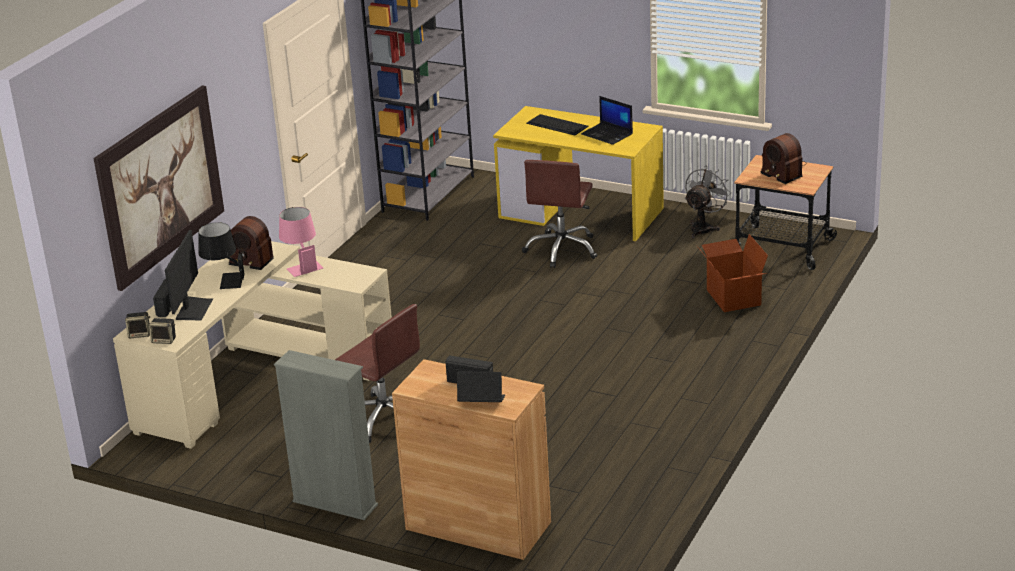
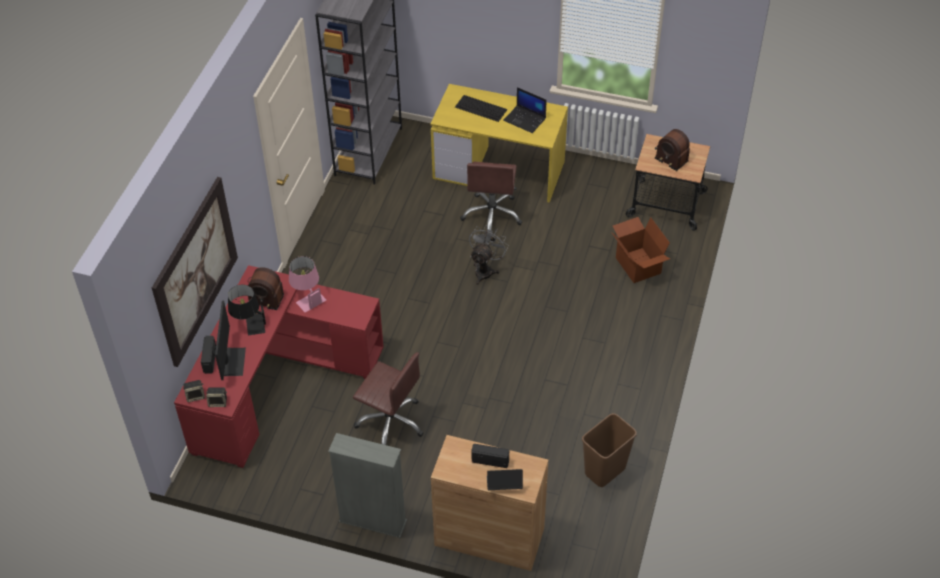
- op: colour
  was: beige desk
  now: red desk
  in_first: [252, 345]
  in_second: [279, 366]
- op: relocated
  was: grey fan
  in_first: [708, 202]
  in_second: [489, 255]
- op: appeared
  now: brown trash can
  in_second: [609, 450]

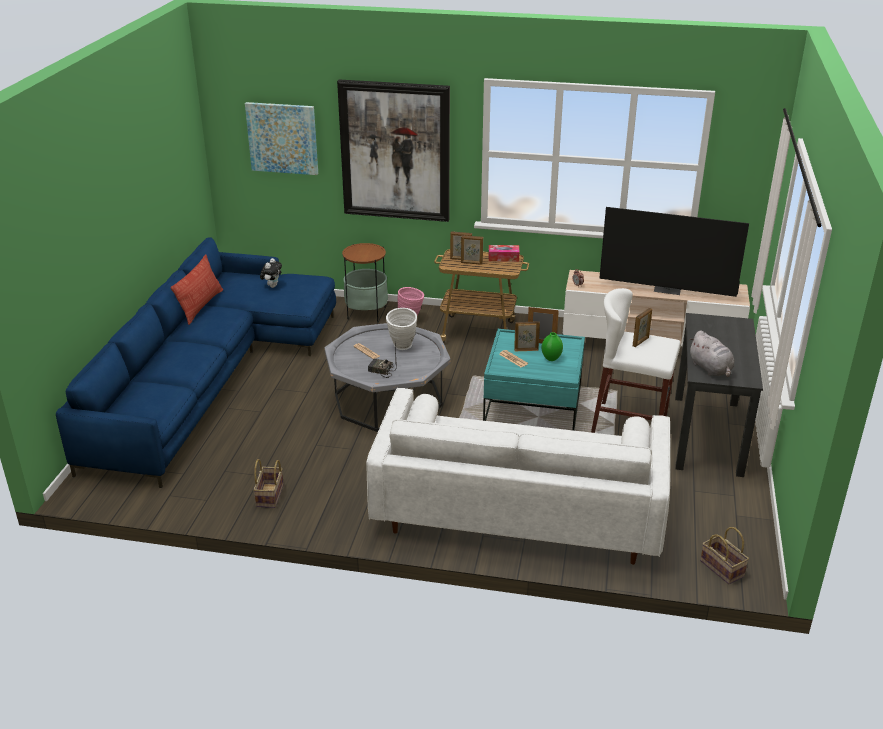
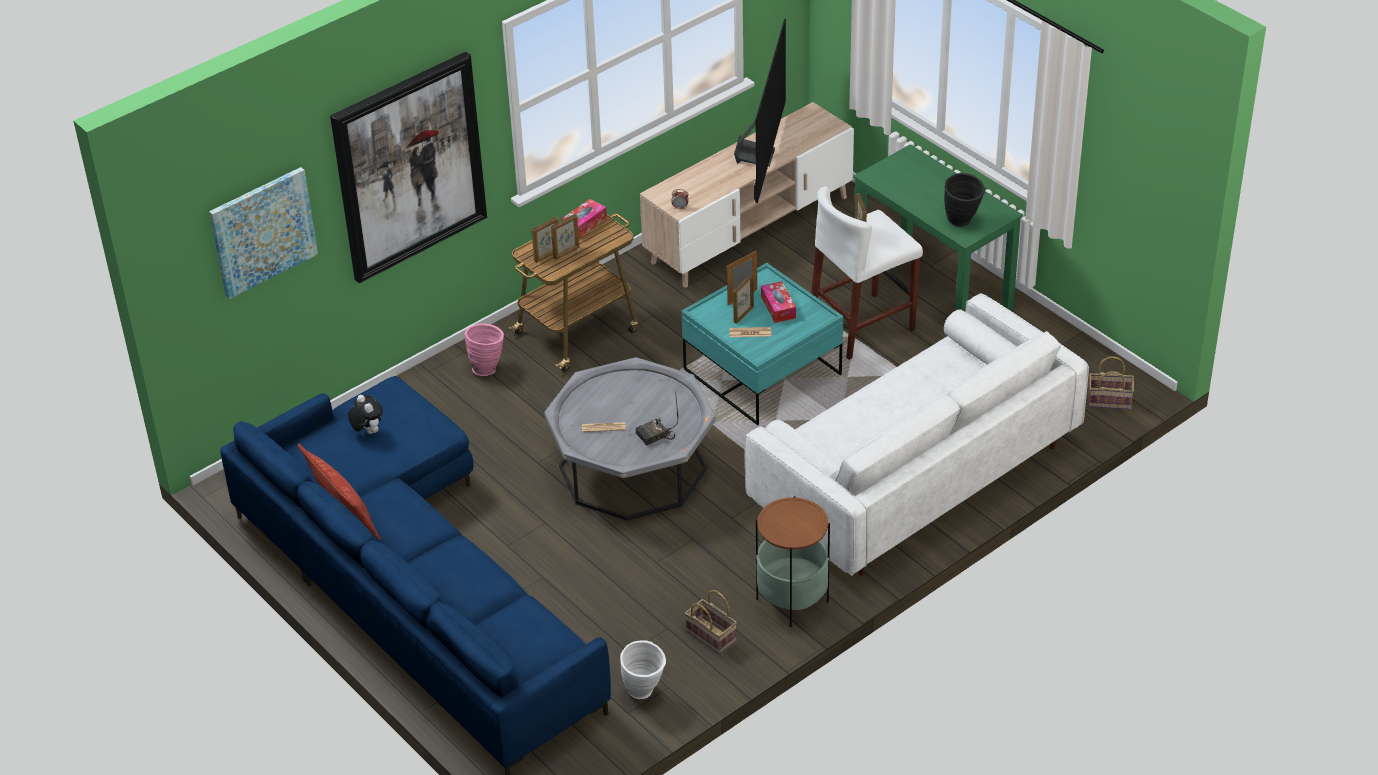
- op: relocated
  was: side table
  in_first: [365, 282]
  in_second: [793, 561]
- op: relocated
  was: white vase
  in_first: [401, 329]
  in_second: [643, 669]
- op: exchanged
  was: green vase
  now: tissue box
  in_first: [552, 346]
  in_second: [778, 302]
- op: spun
  was: television
  in_first: [674, 252]
  in_second: [760, 111]
  clockwise: -45
- op: colour
  was: black desk
  now: green desk
  in_first: [719, 395]
  in_second: [938, 227]
- op: exchanged
  was: grey plush toy
  now: black vase
  in_first: [711, 354]
  in_second: [964, 200]

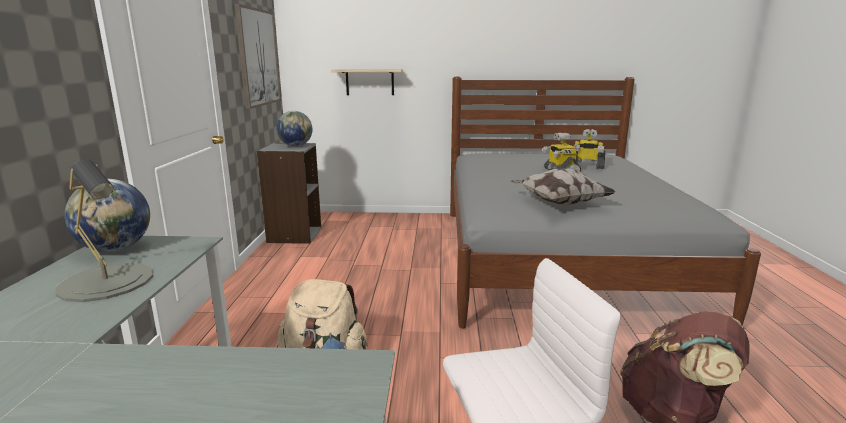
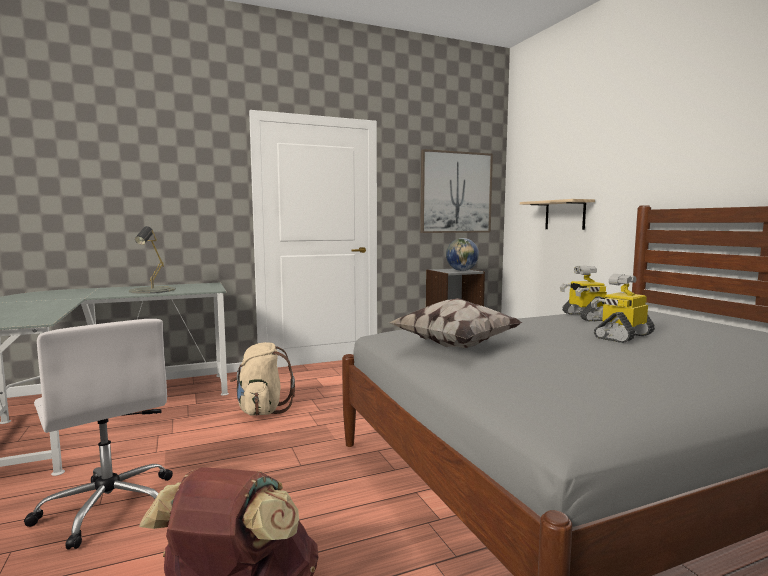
- op: missing
  was: globe
  in_first: [107, 215]
- op: relocated
  was: toy robot
  in_first: [589, 149]
  in_second: [583, 294]

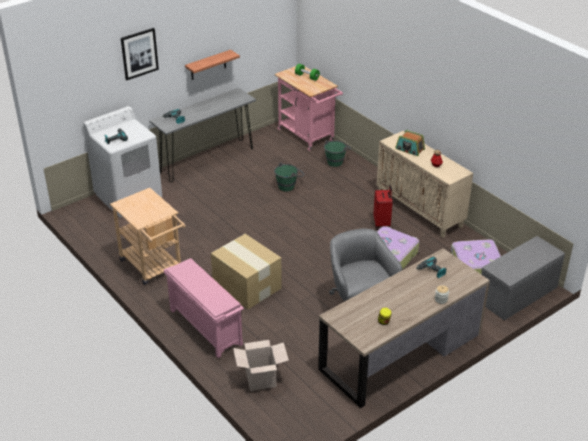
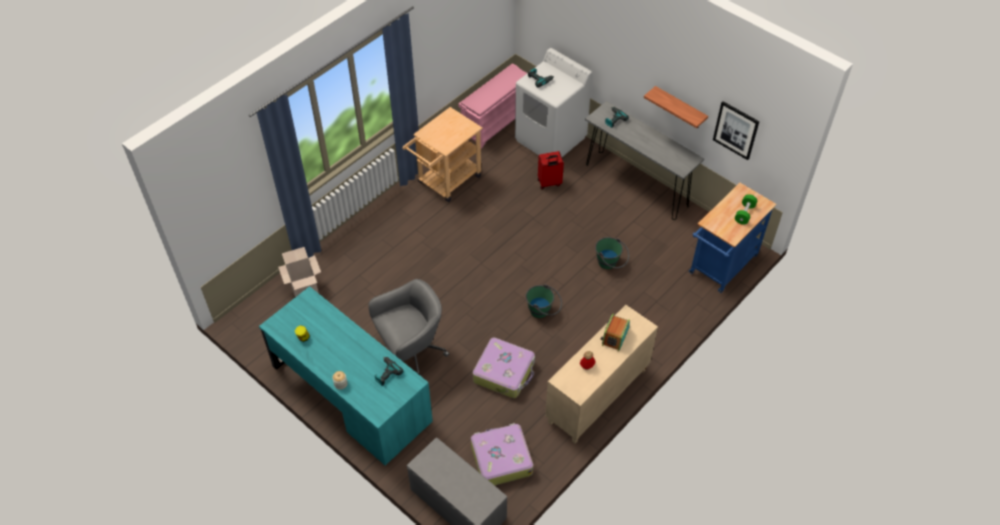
- op: relocated
  was: picture
  in_first: [140, 54]
  in_second: [736, 130]
- op: relocated
  was: pink shoe rack
  in_first: [204, 308]
  in_second: [492, 105]
- op: missing
  was: cardboard box
  in_first: [246, 271]
- op: colour
  was: pink cart
  now: blue cart
  in_first: [308, 108]
  in_second: [732, 238]
- op: colour
  was: brown desk
  now: turquoise desk
  in_first: [404, 328]
  in_second: [346, 376]
- op: relocated
  was: green bucket
  in_first: [337, 153]
  in_second: [543, 301]
- op: relocated
  was: red suitcase
  in_first: [383, 207]
  in_second: [551, 170]

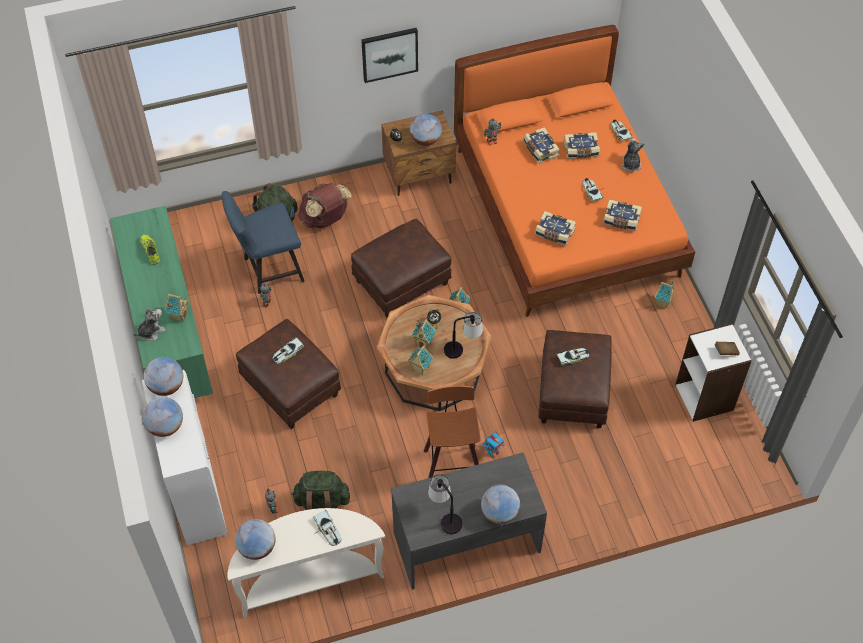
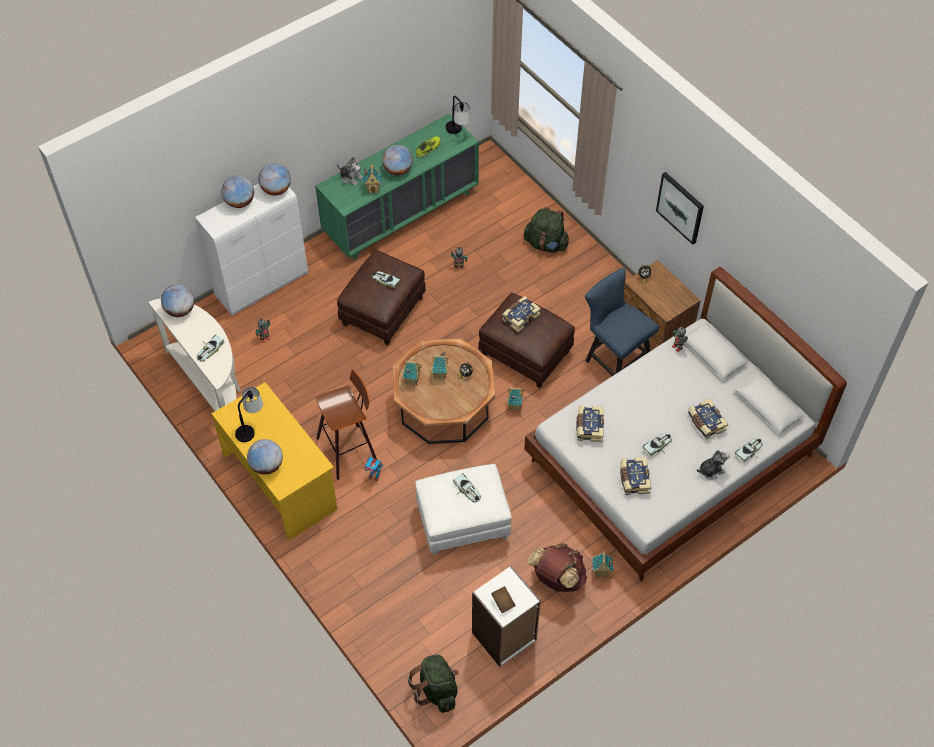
- op: relocated
  was: blue chair
  in_first: [263, 242]
  in_second: [622, 321]
- op: relocated
  was: green backpack
  in_first: [320, 490]
  in_second: [433, 683]
- op: relocated
  was: brown backpack
  in_first: [325, 205]
  in_second: [557, 567]
- op: colour
  was: grey desk
  now: yellow desk
  in_first: [469, 521]
  in_second: [275, 461]
- op: relocated
  was: globe
  in_first: [426, 129]
  in_second: [397, 160]
- op: relocated
  was: table lamp
  in_first: [463, 335]
  in_second: [458, 115]
- op: colour
  was: orange bed
  now: white bed
  in_first: [574, 171]
  in_second: [685, 424]
- op: relocated
  was: book
  in_first: [541, 145]
  in_second: [521, 314]
- op: colour
  was: brown ottoman
  now: white ottoman
  in_first: [575, 379]
  in_second: [463, 509]

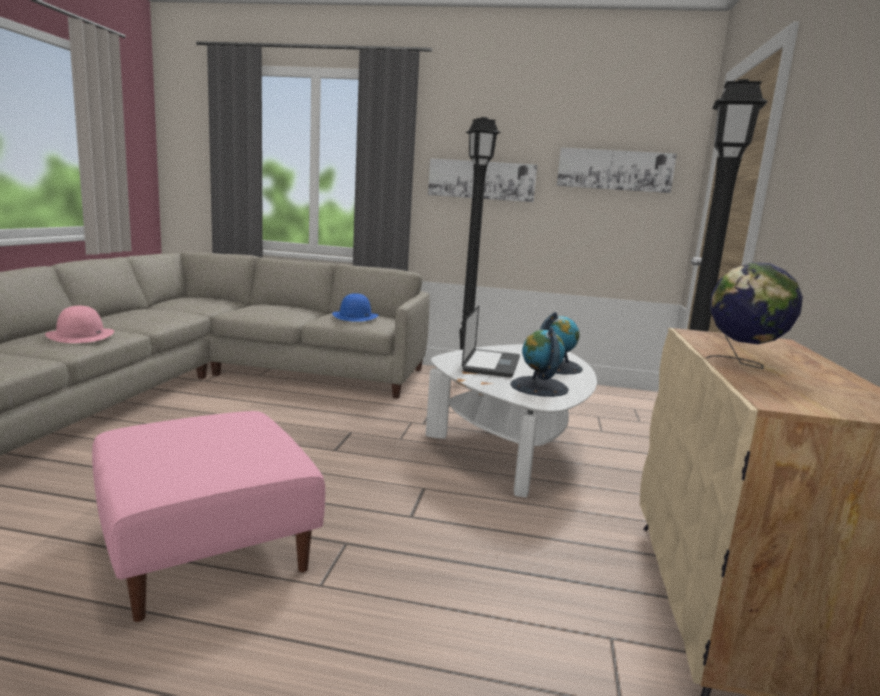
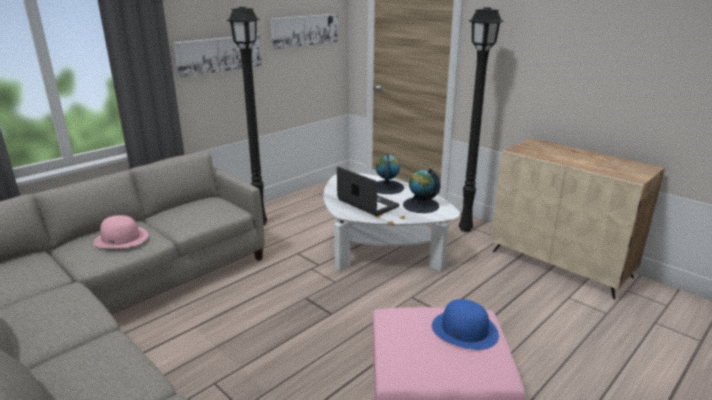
- op: relocated
  was: pink hat
  in_first: [79, 324]
  in_second: [120, 231]
- op: relocated
  was: blue hat
  in_first: [355, 307]
  in_second: [465, 324]
- op: missing
  was: globe
  in_first: [754, 315]

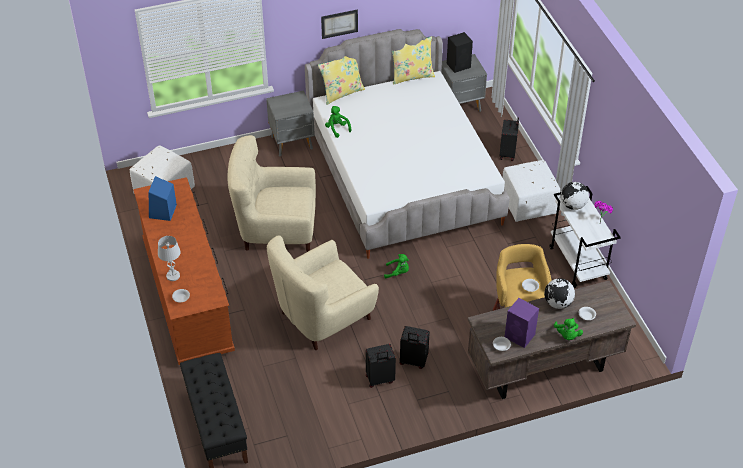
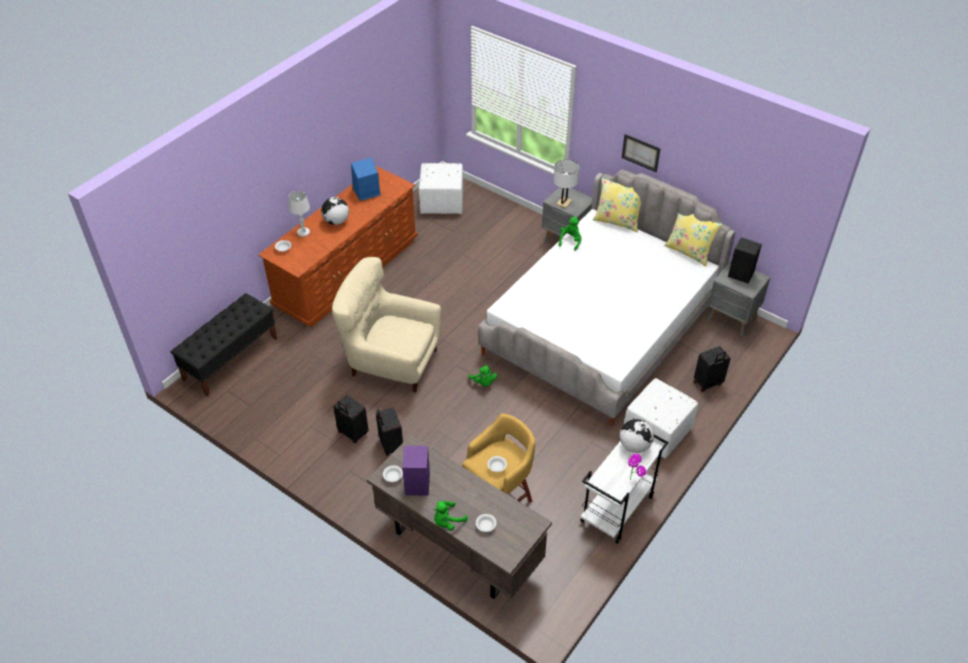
- op: missing
  was: beige armchair
  in_first: [271, 193]
- op: relocated
  was: globe
  in_first: [559, 293]
  in_second: [335, 211]
- op: appeared
  now: white table lamp
  in_second: [566, 184]

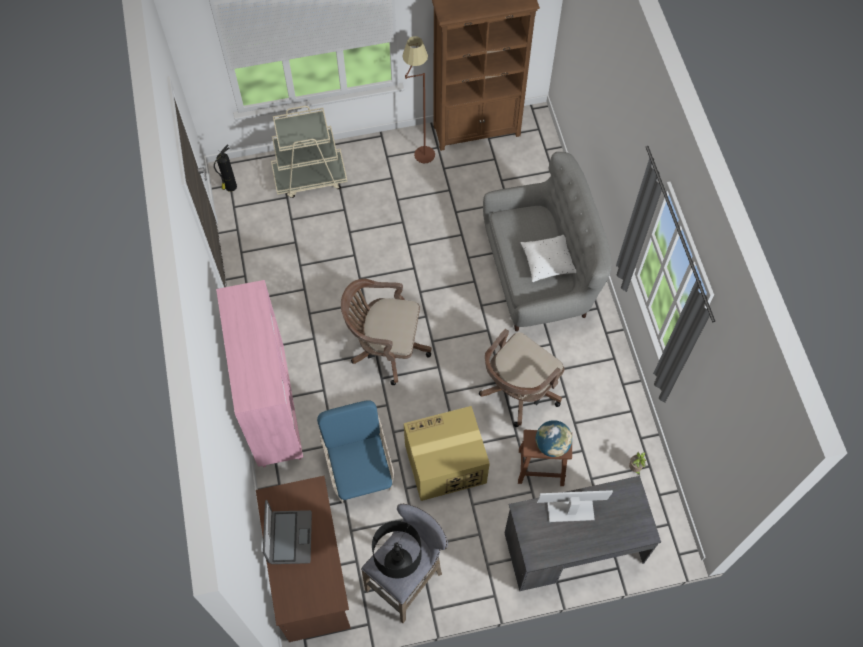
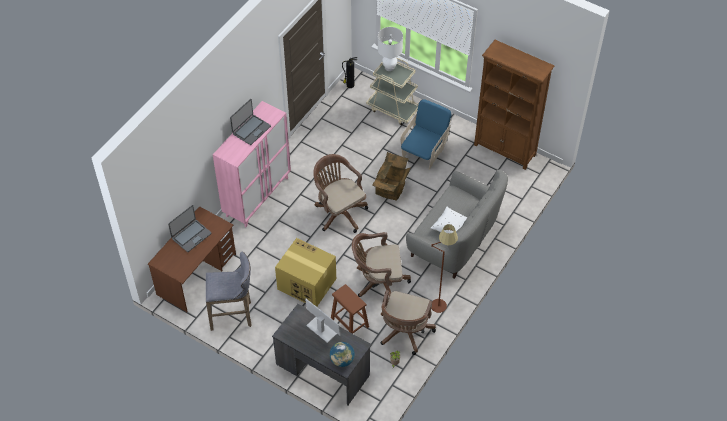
- op: relocated
  was: blue armchair
  in_first: [355, 451]
  in_second: [425, 134]
- op: missing
  was: black table lamp
  in_first: [397, 550]
- op: relocated
  was: brown floor lamp
  in_first: [418, 99]
  in_second: [444, 268]
- op: relocated
  was: globe
  in_first: [554, 438]
  in_second: [342, 354]
- op: appeared
  now: laptop
  in_second: [250, 122]
- op: appeared
  now: cardboard box
  in_second: [391, 176]
- op: appeared
  now: white table lamp
  in_second: [390, 49]
- op: appeared
  now: brown office chair
  in_second: [408, 322]

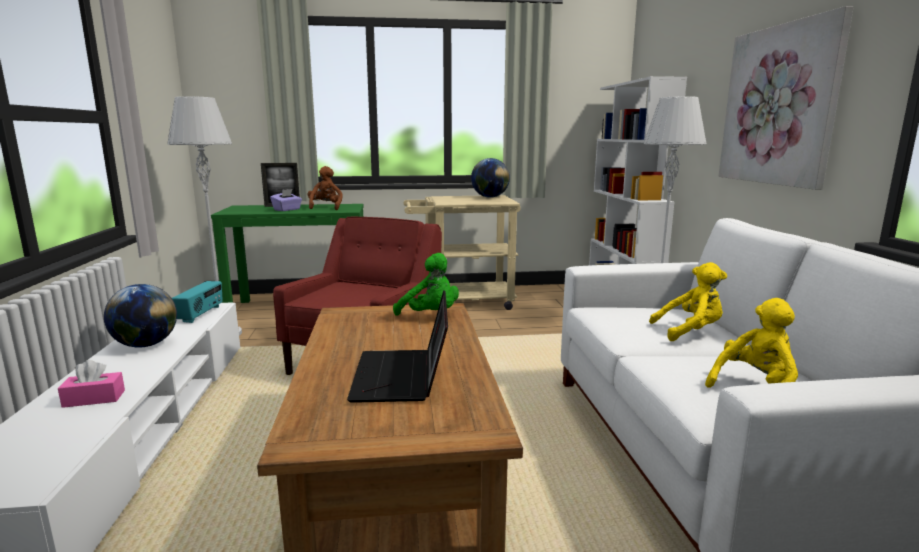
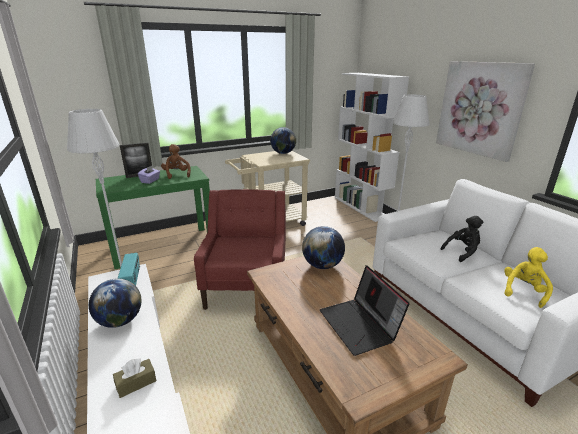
- op: colour
  was: pink tissue box
  now: brown tissue box
  in_first: [91, 384]
  in_second: [135, 378]
- op: exchanged
  was: green plush toy
  now: globe
  in_first: [426, 284]
  in_second: [323, 247]
- op: colour
  was: yellow plush toy
  now: black plush toy
  in_first: [688, 301]
  in_second: [462, 239]

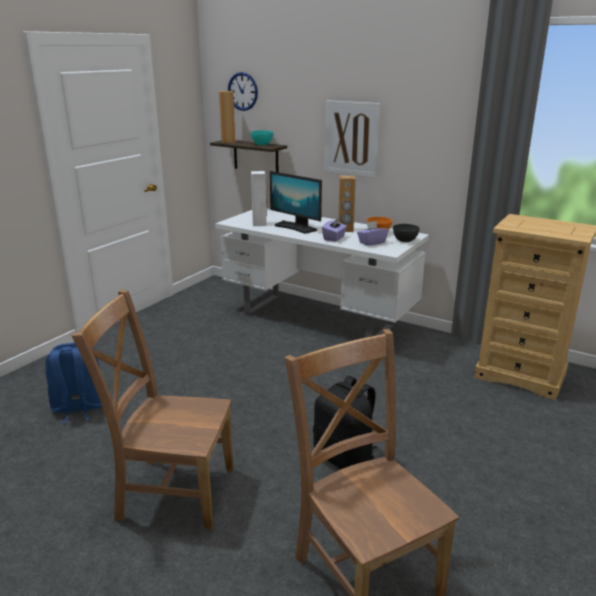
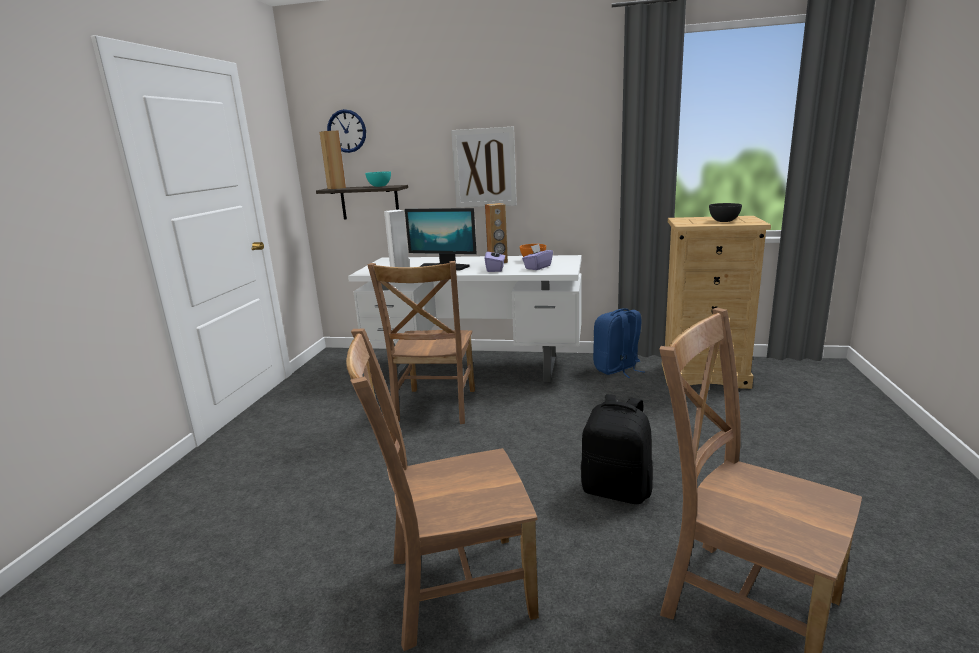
- op: relocated
  was: blue backpack
  in_first: [73, 383]
  in_second: [618, 343]
- op: relocated
  was: grey bowl
  in_first: [406, 233]
  in_second: [725, 212]
- op: appeared
  now: brown chair
  in_second: [421, 342]

